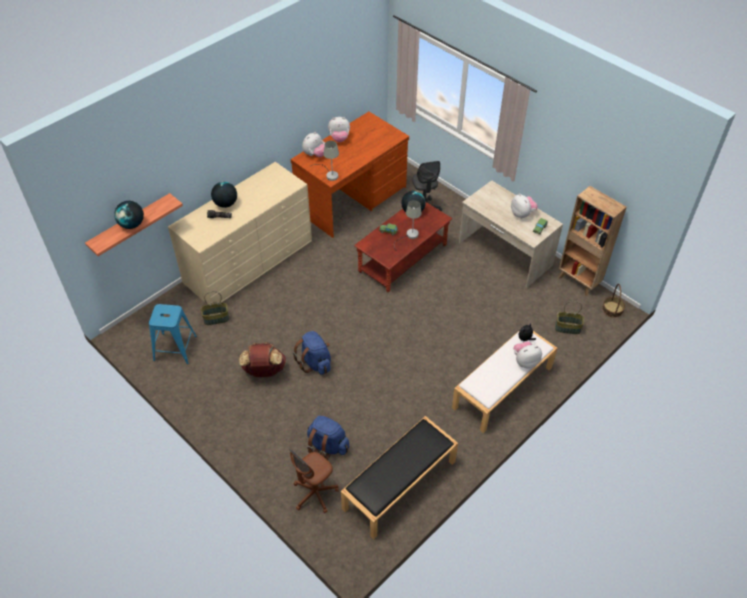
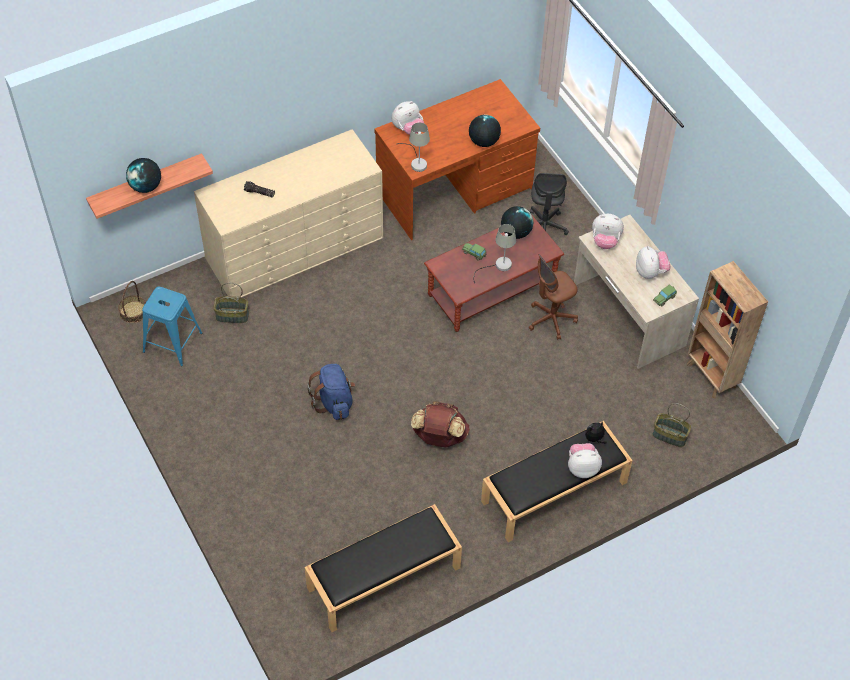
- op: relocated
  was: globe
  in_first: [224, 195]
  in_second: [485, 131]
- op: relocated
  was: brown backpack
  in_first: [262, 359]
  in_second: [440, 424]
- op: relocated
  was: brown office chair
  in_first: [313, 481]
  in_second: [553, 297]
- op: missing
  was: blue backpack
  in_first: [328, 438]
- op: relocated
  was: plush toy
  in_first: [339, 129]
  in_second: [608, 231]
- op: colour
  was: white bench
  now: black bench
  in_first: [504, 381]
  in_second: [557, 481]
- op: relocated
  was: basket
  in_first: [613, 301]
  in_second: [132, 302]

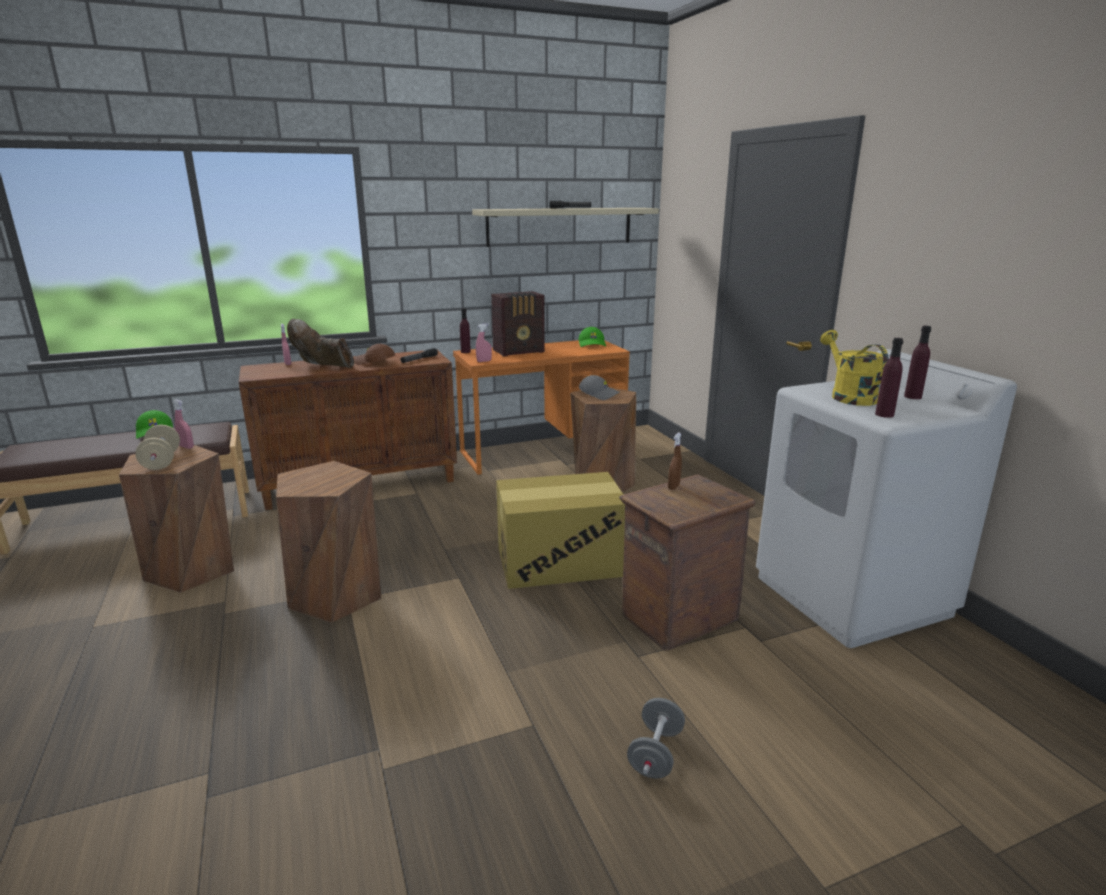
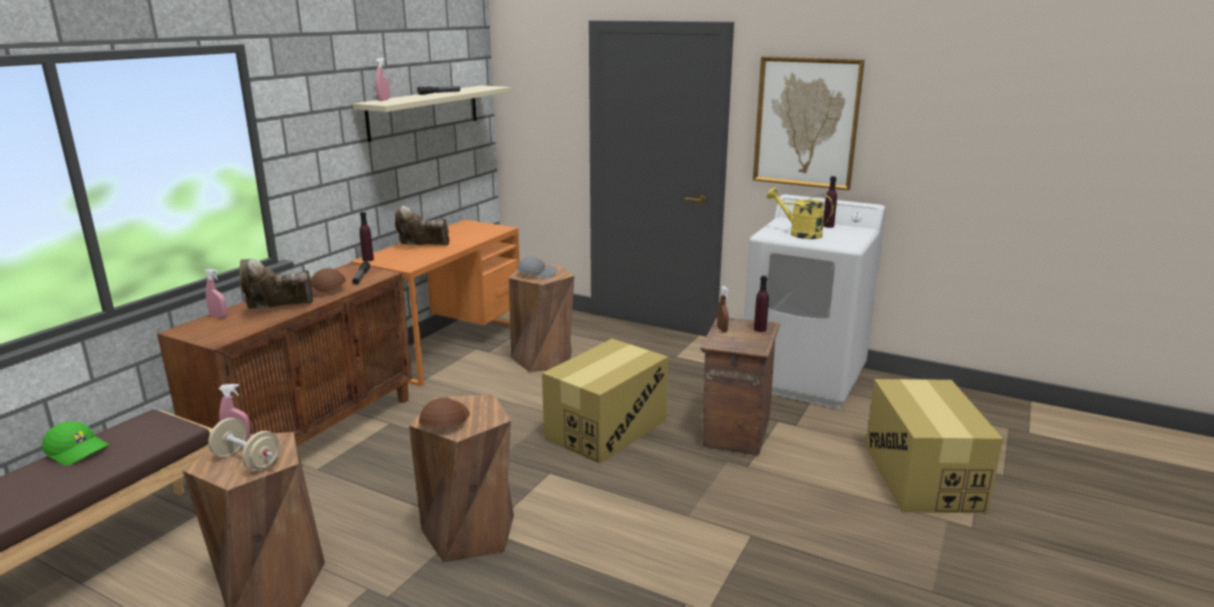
- op: relocated
  was: pink spray bottle
  in_first: [484, 342]
  in_second: [383, 79]
- op: exchanged
  was: radio
  now: brown boot
  in_first: [518, 324]
  in_second: [422, 225]
- op: missing
  was: green cap
  in_first: [592, 337]
- op: missing
  was: grey dumbbell
  in_first: [656, 738]
- op: relocated
  was: purple bottle
  in_first: [889, 378]
  in_second: [761, 304]
- op: appeared
  now: brown cap
  in_second: [444, 412]
- op: appeared
  now: picture
  in_second: [809, 123]
- op: appeared
  now: cardboard box
  in_second: [934, 446]

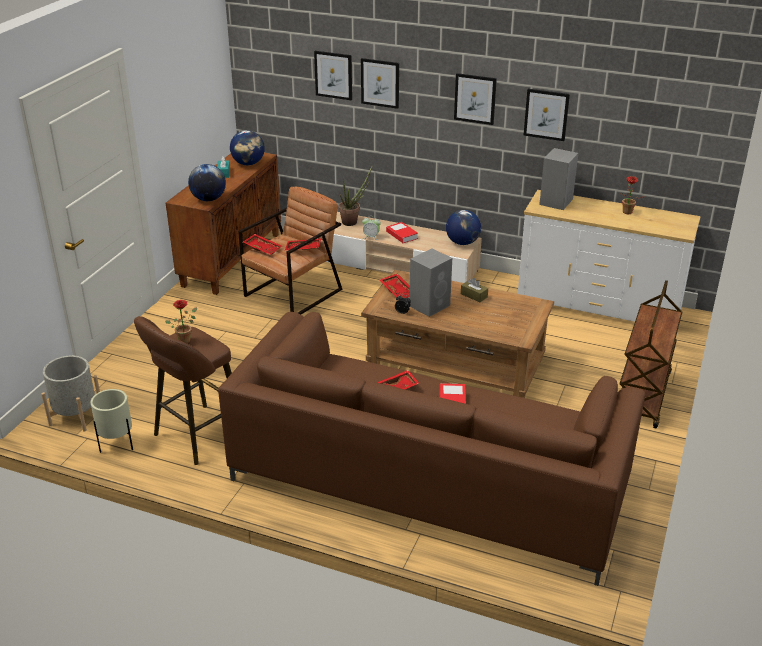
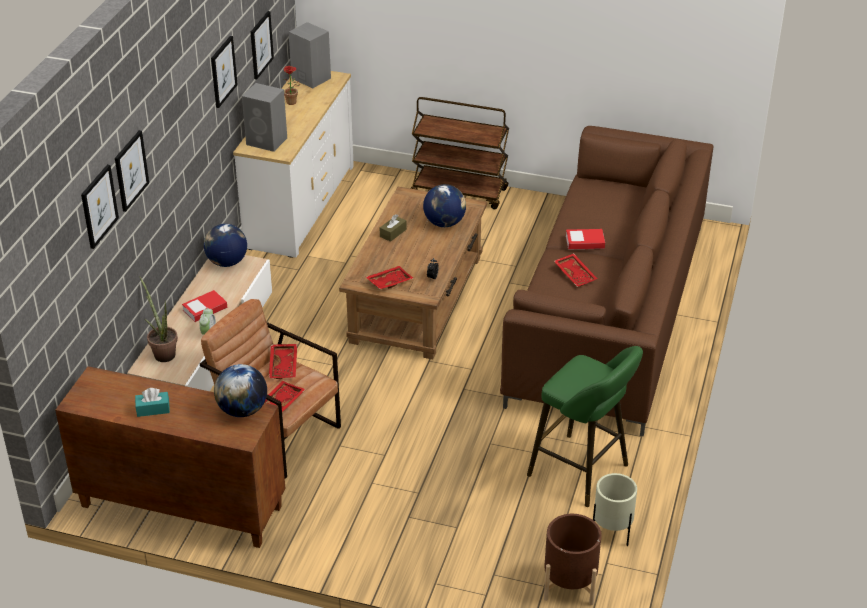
- op: colour
  was: grey planter
  now: brown planter
  in_first: [70, 393]
  in_second: [573, 559]
- op: colour
  was: brown stool
  now: green stool
  in_first: [183, 390]
  in_second: [585, 426]
- op: missing
  was: potted plant
  in_first: [181, 321]
- op: relocated
  was: globe
  in_first: [247, 147]
  in_second: [444, 205]
- op: relocated
  was: grey speaker
  in_first: [431, 282]
  in_second: [310, 55]
- op: relocated
  was: picture
  in_first: [475, 99]
  in_second: [262, 45]

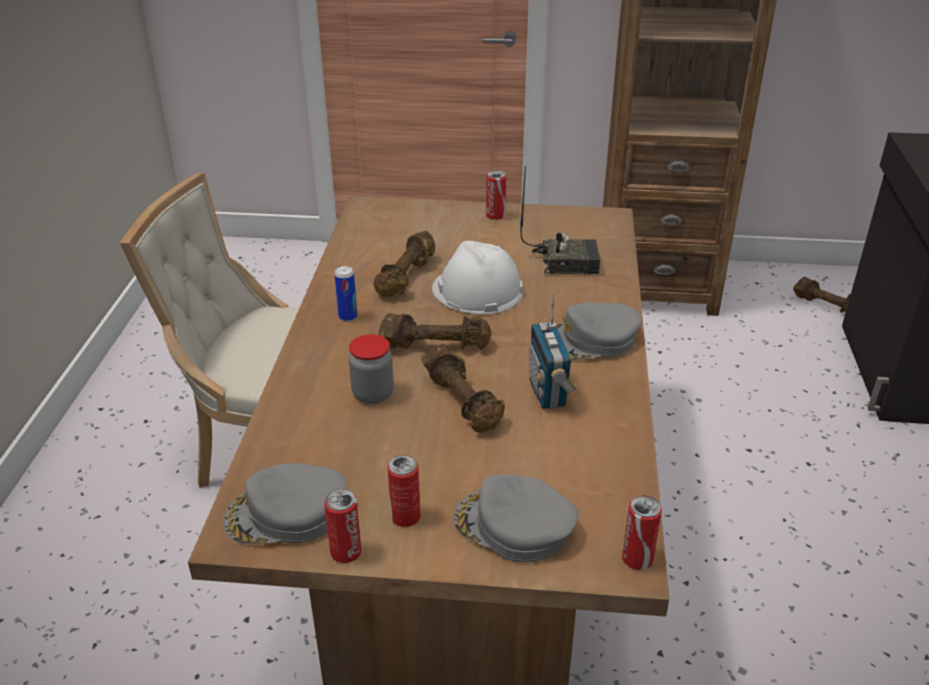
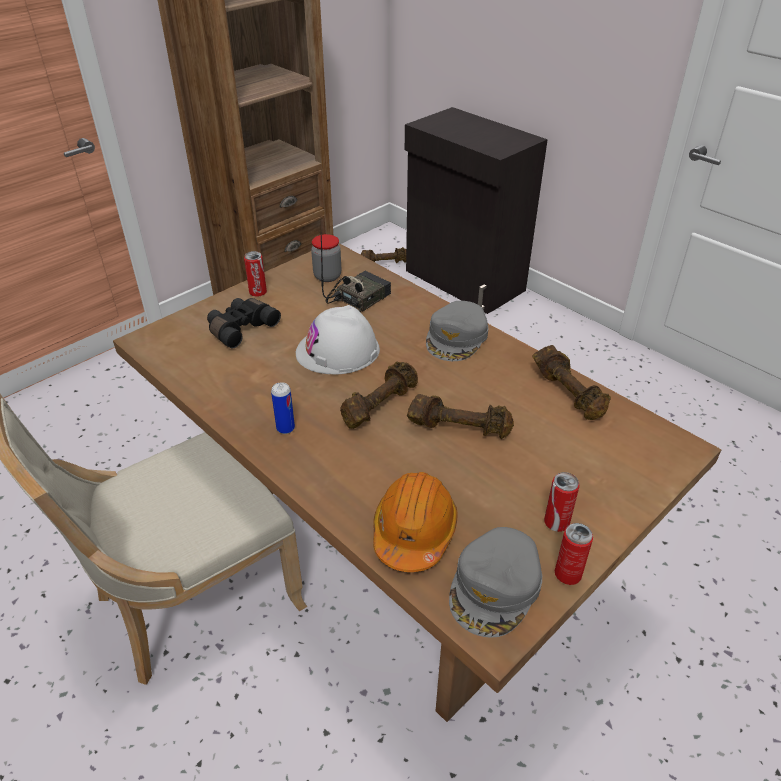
- op: relocated
  was: jar
  in_first: [371, 369]
  in_second: [326, 258]
- op: relocated
  was: brown dumbbell
  in_first: [404, 264]
  in_second: [571, 382]
- op: missing
  was: grey cap
  in_first: [515, 518]
- op: missing
  was: radio
  in_first: [553, 351]
- op: missing
  was: can
  in_first: [642, 532]
- op: appeared
  now: black binoculars
  in_second: [244, 323]
- op: appeared
  now: orange hard hat
  in_second: [415, 522]

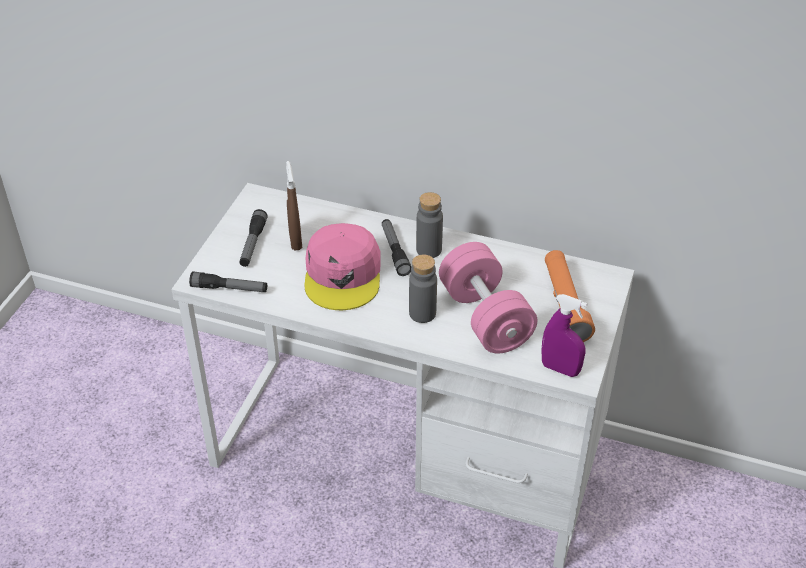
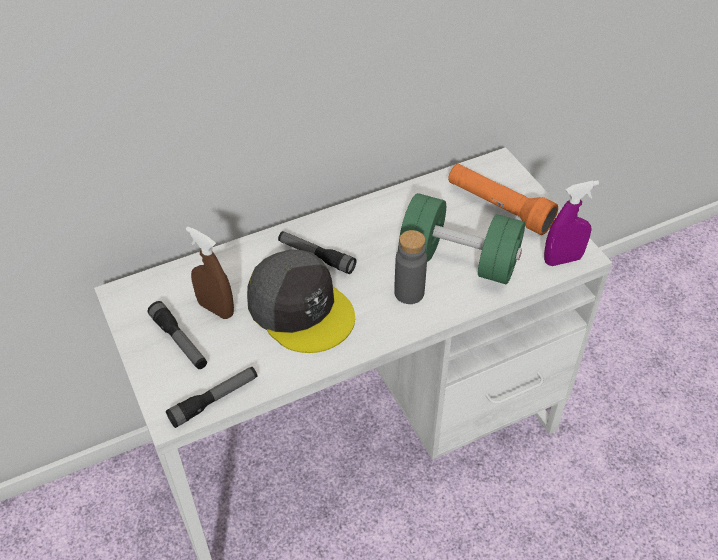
- op: colour
  was: pink cap
  now: grey cap
  in_first: [342, 266]
  in_second: [301, 301]
- op: missing
  was: grey bottle
  in_first: [429, 225]
- op: colour
  was: pink dumbbell
  now: green dumbbell
  in_first: [488, 298]
  in_second: [462, 238]

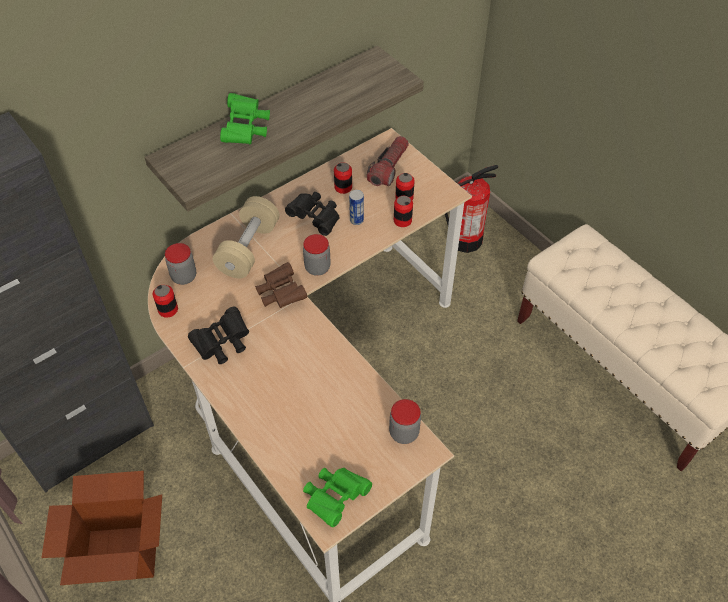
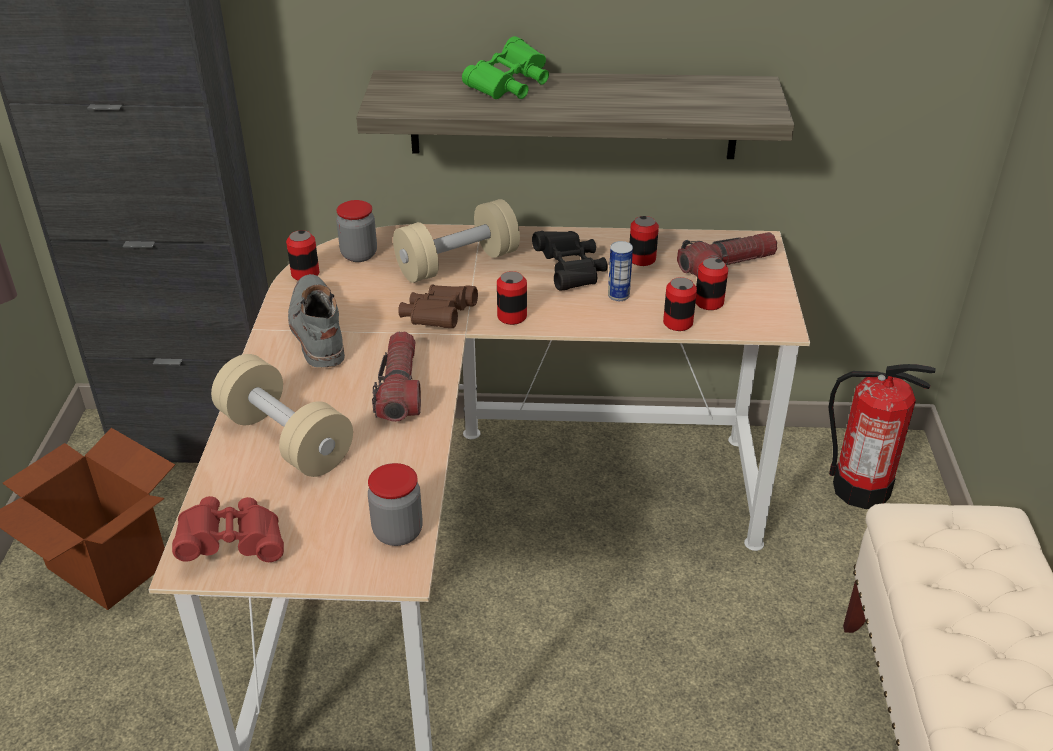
- op: exchanged
  was: black binoculars
  now: grey boot
  in_first: [218, 335]
  in_second: [316, 320]
- op: exchanged
  was: jar
  now: can
  in_first: [317, 255]
  in_second: [512, 298]
- op: colour
  was: green binoculars
  now: red binoculars
  in_first: [337, 497]
  in_second: [228, 529]
- op: appeared
  now: beige dumbbell
  in_second: [282, 415]
- op: appeared
  now: flashlight
  in_second: [396, 376]

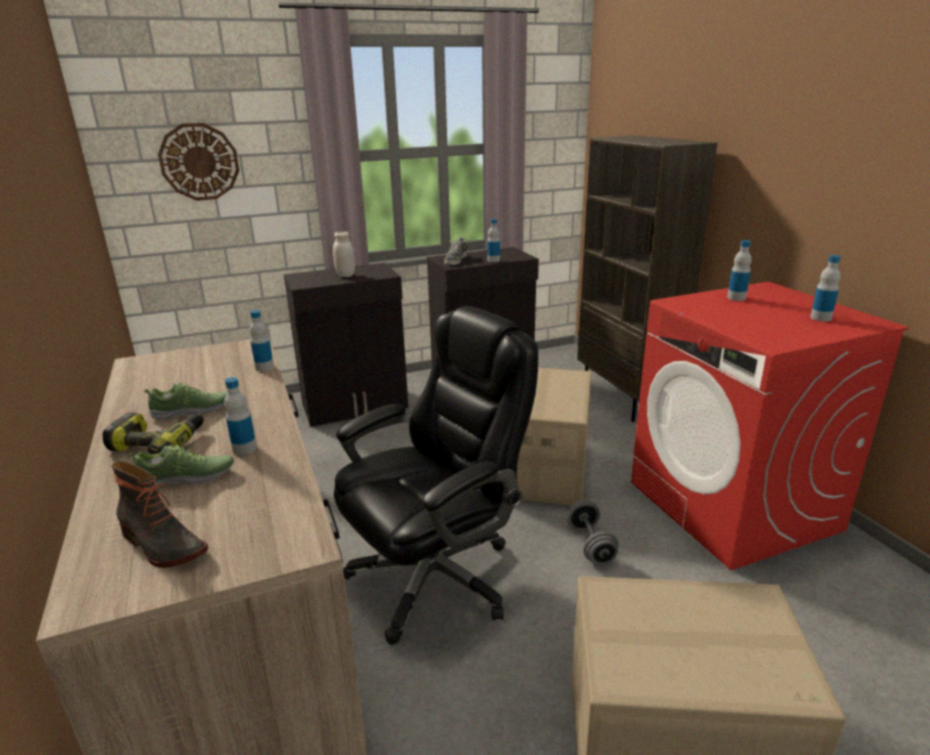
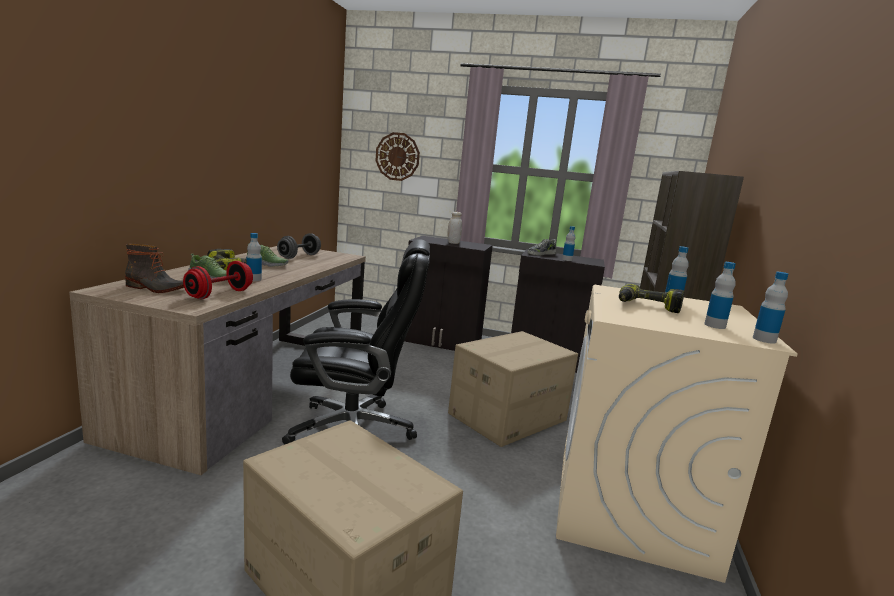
- op: spun
  was: boot
  in_first: [159, 514]
  in_second: [154, 268]
  clockwise: -60
- op: relocated
  was: bottle
  in_first: [262, 340]
  in_second: [770, 308]
- op: relocated
  was: grey dumbbell
  in_first: [593, 532]
  in_second: [299, 246]
- op: colour
  was: red washing machine
  now: beige washing machine
  in_first: [770, 426]
  in_second: [677, 434]
- op: appeared
  now: red dumbbell
  in_second: [218, 280]
- op: appeared
  now: power drill
  in_second: [652, 298]

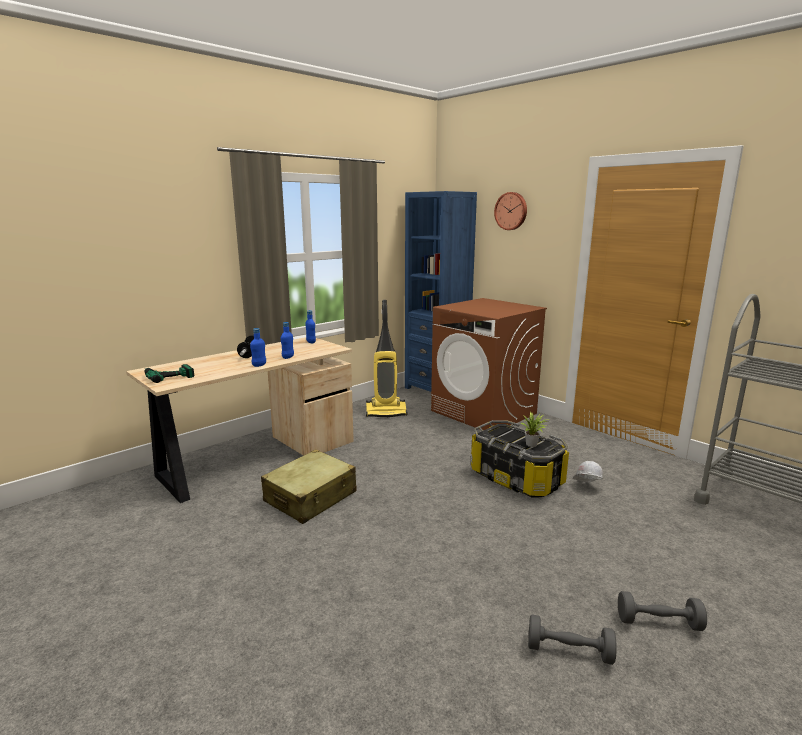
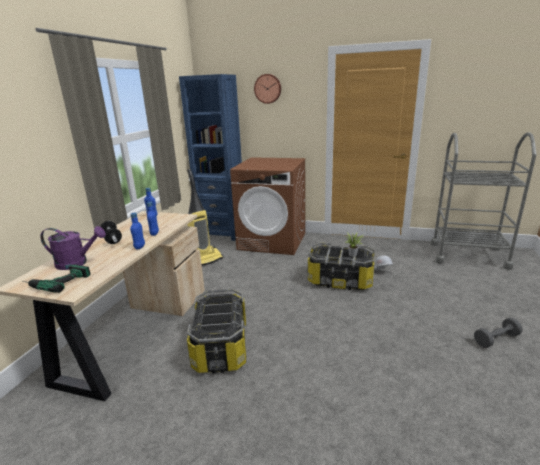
- op: exchanged
  was: beige suitcase
  now: storage box
  in_first: [309, 486]
  in_second: [216, 331]
- op: missing
  was: grey dumbbell
  in_first: [572, 639]
- op: appeared
  now: purple watering can
  in_second: [73, 248]

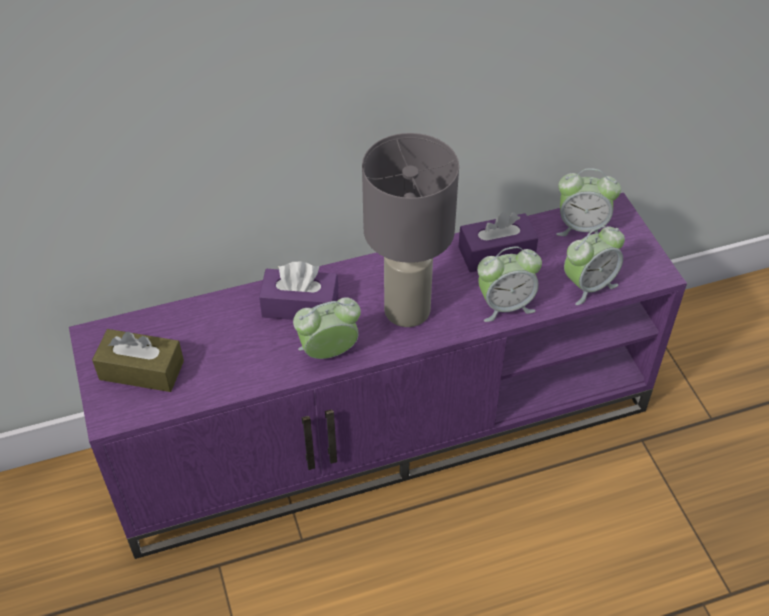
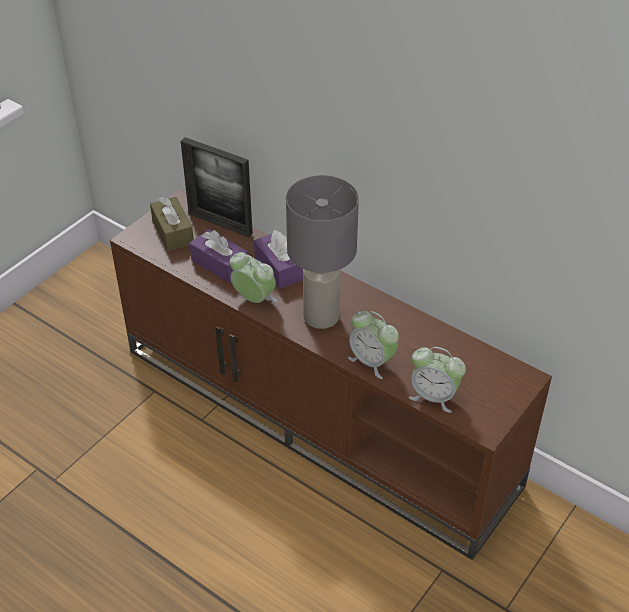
- op: colour
  was: purple tv stand
  now: brown tv stand
  in_first: [378, 376]
  in_second: [331, 375]
- op: relocated
  was: purple tissue box
  in_first: [498, 242]
  in_second: [218, 256]
- op: missing
  was: alarm clock
  in_first: [588, 202]
- op: appeared
  now: picture frame
  in_second: [217, 187]

